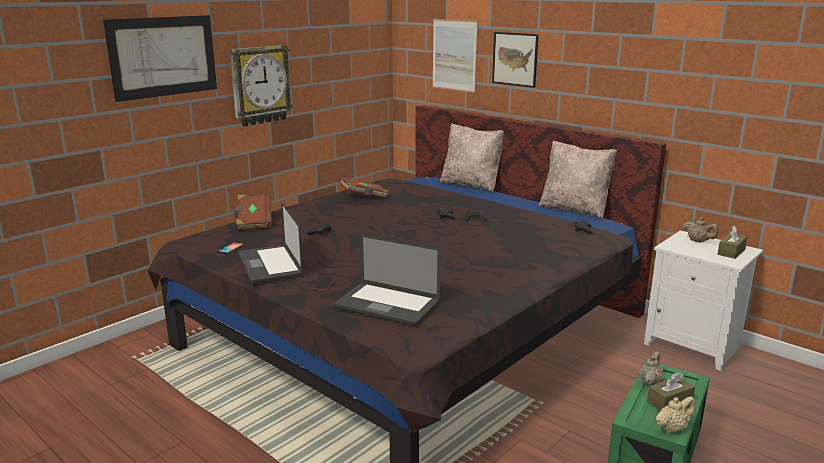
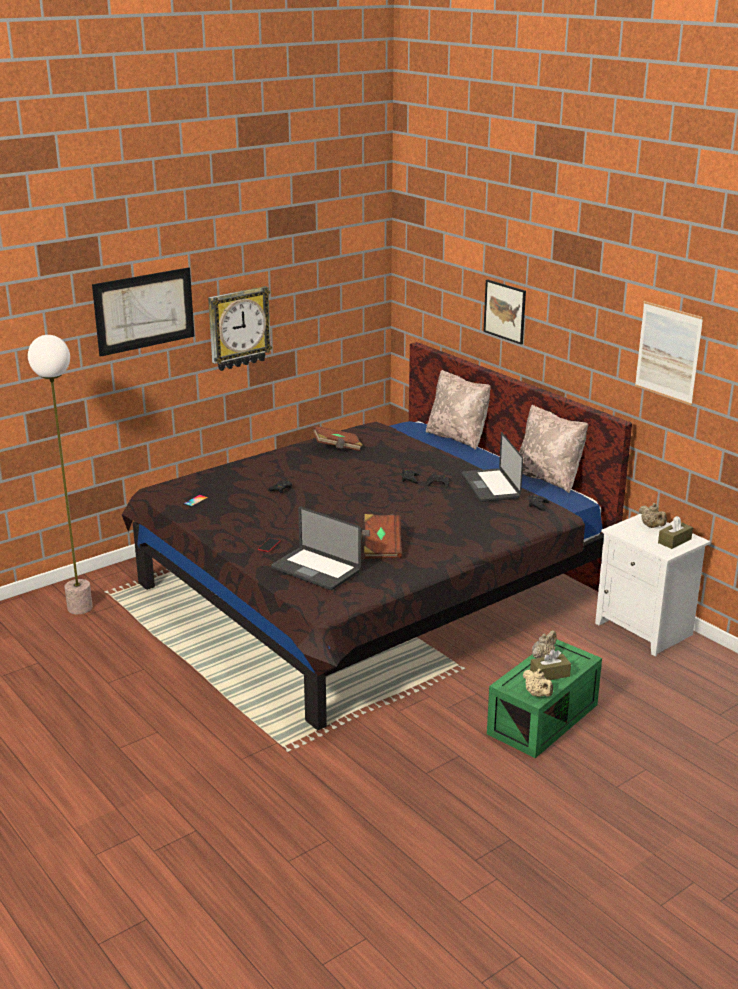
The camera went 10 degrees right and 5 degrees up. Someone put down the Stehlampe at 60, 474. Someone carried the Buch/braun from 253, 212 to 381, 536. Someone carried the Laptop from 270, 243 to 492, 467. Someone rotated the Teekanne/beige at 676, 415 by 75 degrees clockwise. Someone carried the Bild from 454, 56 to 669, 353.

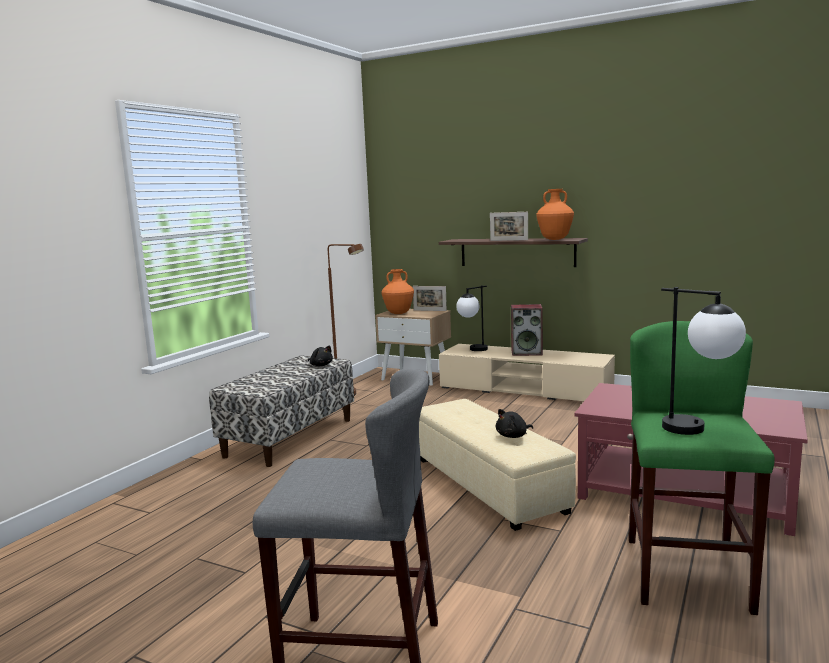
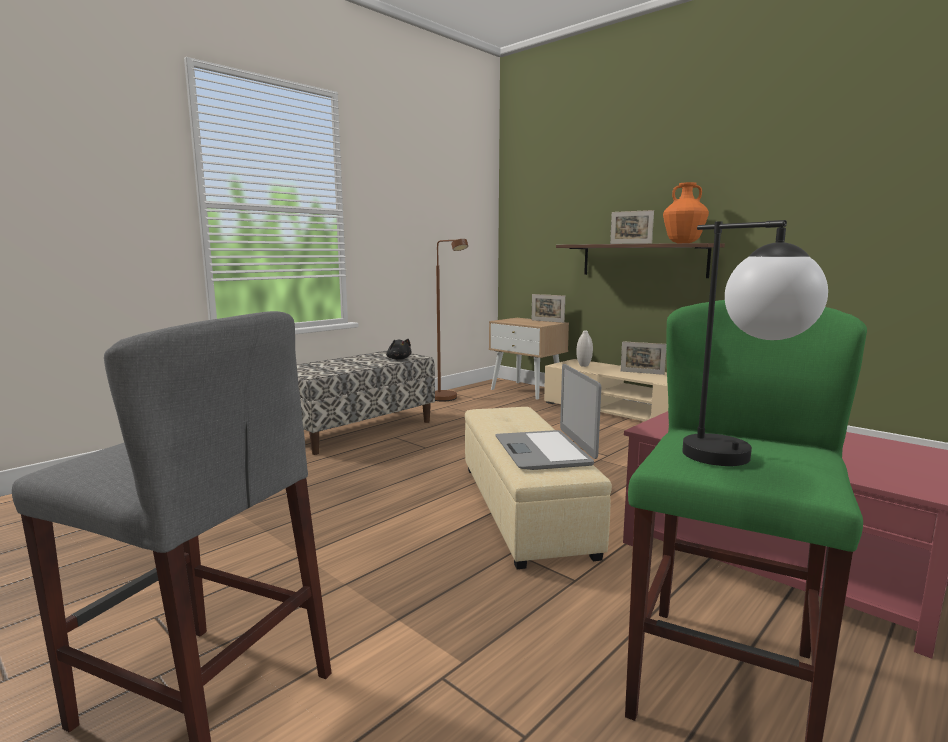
The camera went 15 degrees right and 0 degrees up. Someone swapped the Plüschtier/schwarz at 514, 423 for the Laptop at 548, 417. Someone swapped the Tischlampe at 472, 318 for the Vase/weiß at 584, 349. Someone swapped the Lautsprecher at 527, 330 for the Bilderrahmen at 643, 358. Someone took away the Vase/orange at 397, 291.

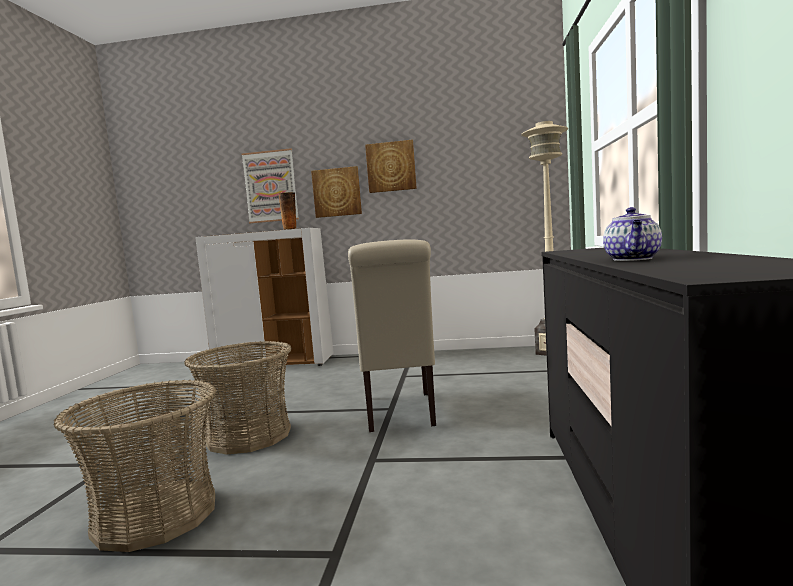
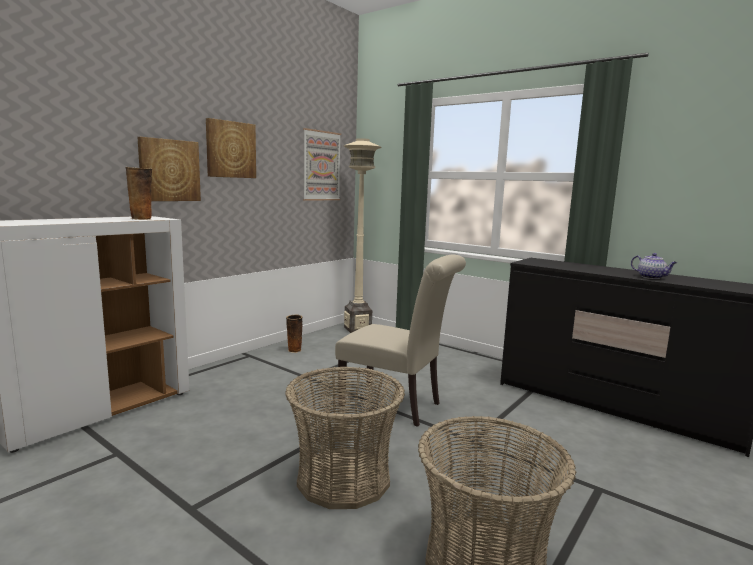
The camera went 60 degrees left and 5 degrees up. Someone put down the Vase at 294, 334. Someone carried the Bild from 270, 185 to 322, 164.

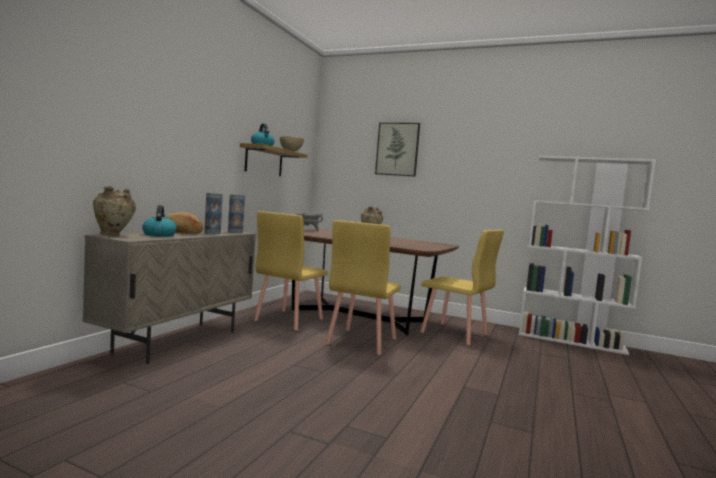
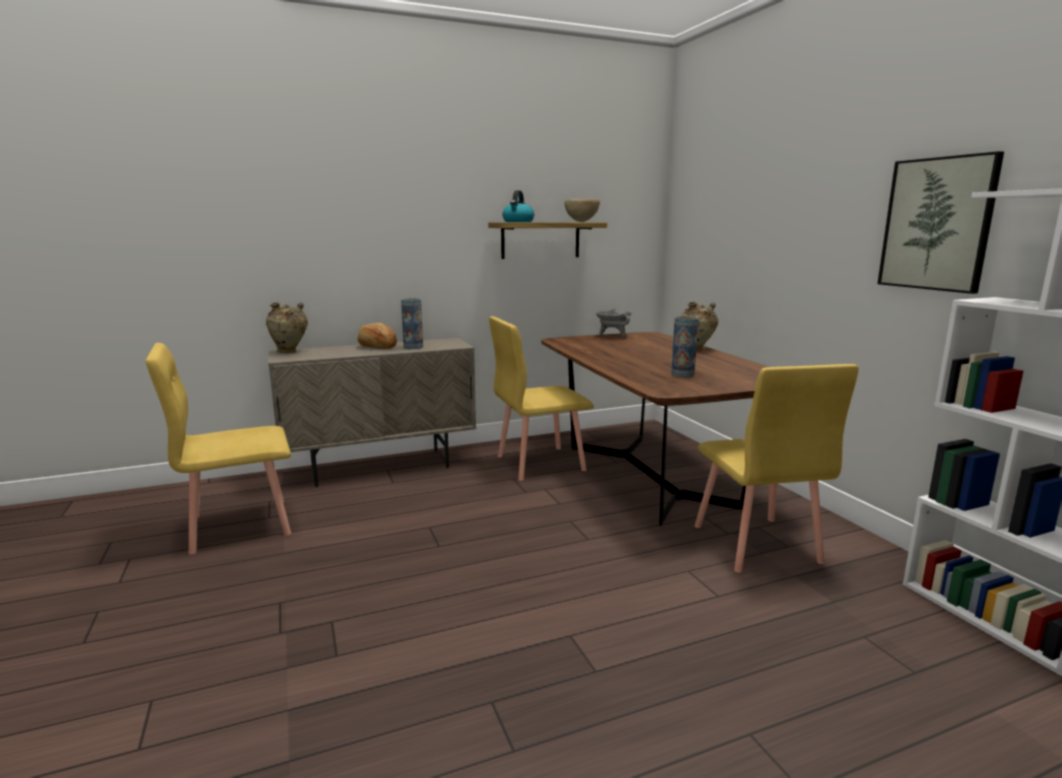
The camera went 45 degrees right and 10 degrees up. Someone carried the Stuhl/gelb from 363, 287 to 218, 449. Someone carried the Vase from 236, 213 to 685, 346. Someone carried the Bild from 397, 149 to 941, 222. Someone took away the Wasserkessel at 159, 221.

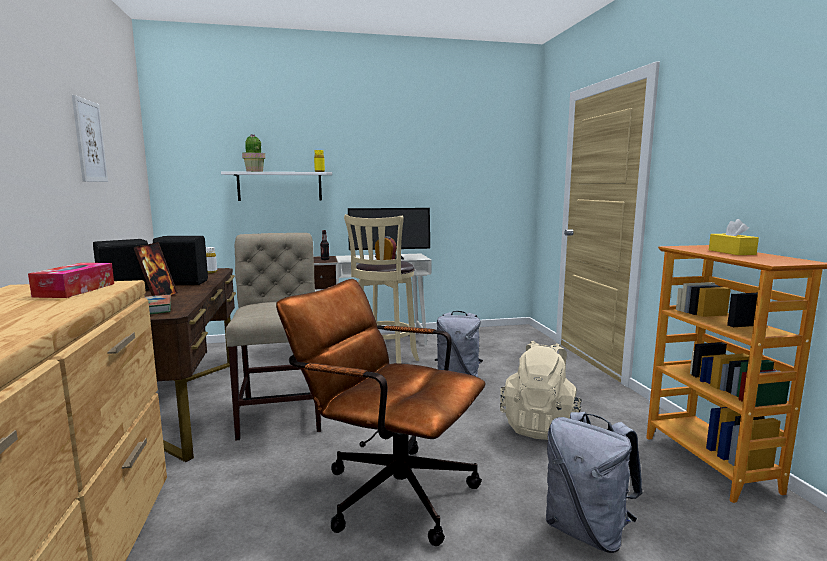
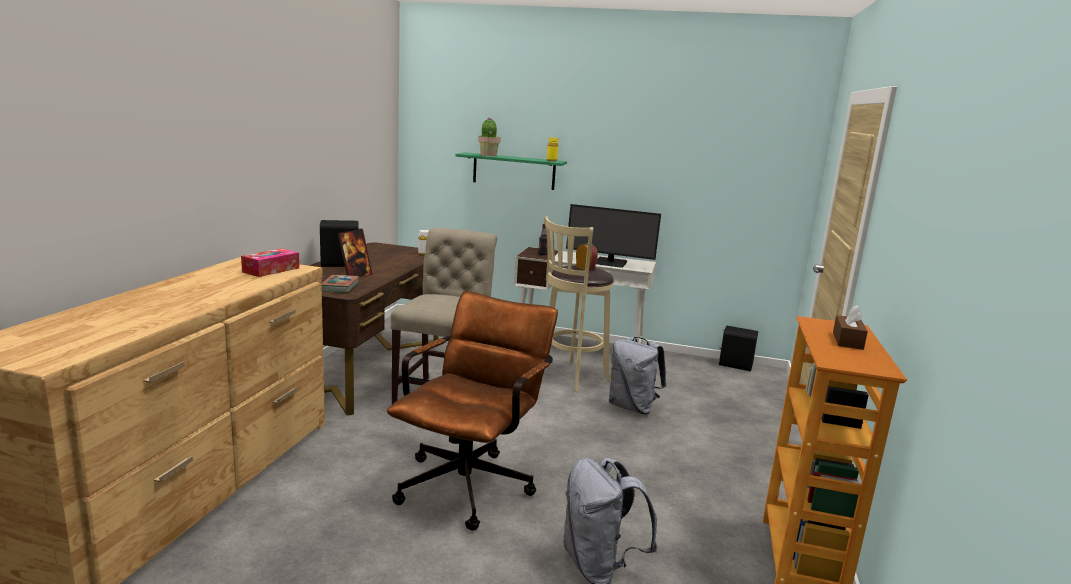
The camera went 25 degrees right and 5 degrees up. Someone rotated the Bürostuhl/braun at 381, 412 by 60 degrees clockwise. Someone repainted the Wandregal/weiß at 276, 186, which became the Wandregal/grün at 511, 171. Someone carried the Lautsprecher/schwarz from 180, 260 to 738, 348. Someone repainted the Taschentuchbox/gelb at 734, 237, which became the Taschentuchbox/braun at 850, 327. Someone took away the Bild at 90, 138. Someone took away the Rucksack/beige at 541, 390.

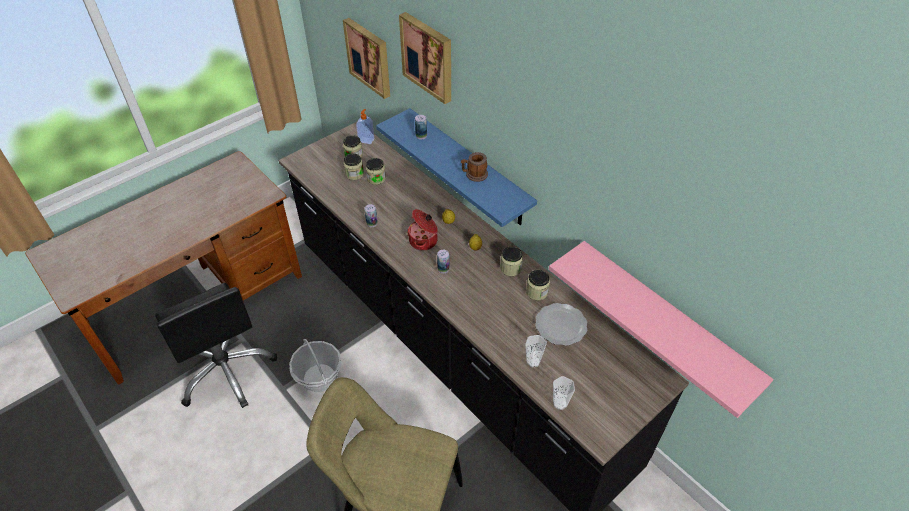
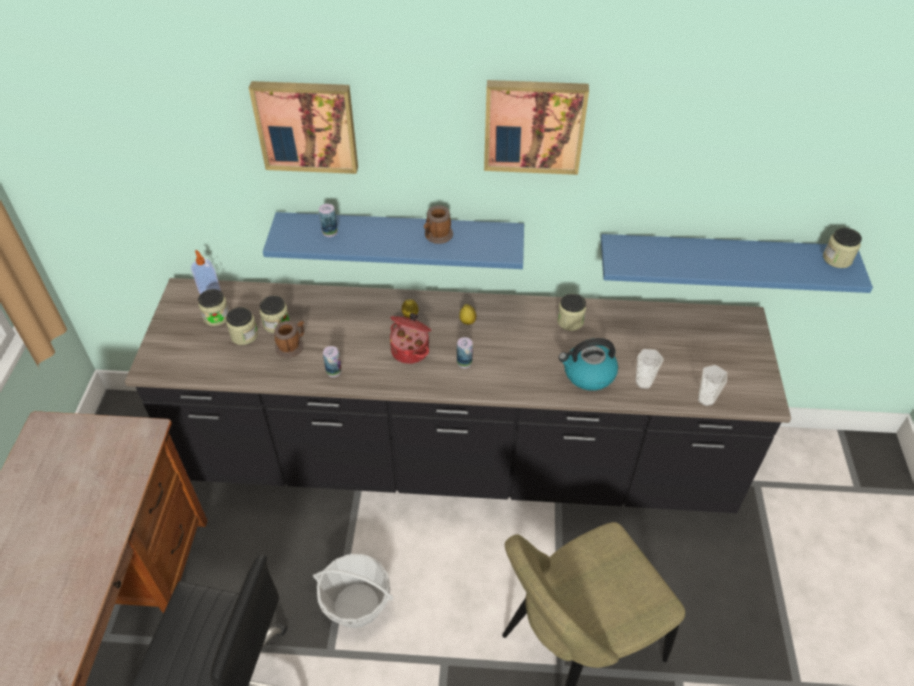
The camera went 45 degrees left and 0 degrees up. Someone put down the Henkelbecher at 289, 339. Someone carried the Bild from 366, 58 to 536, 127. Someone put down the Wasserkessel at 588, 364. Someone repainted the Wandregal/rosa at 661, 329, which became the Wandregal/blau at 737, 263. Someone carried the Vorratsglas from 511, 261 to 842, 248. Someone took away the Teller at 561, 324.

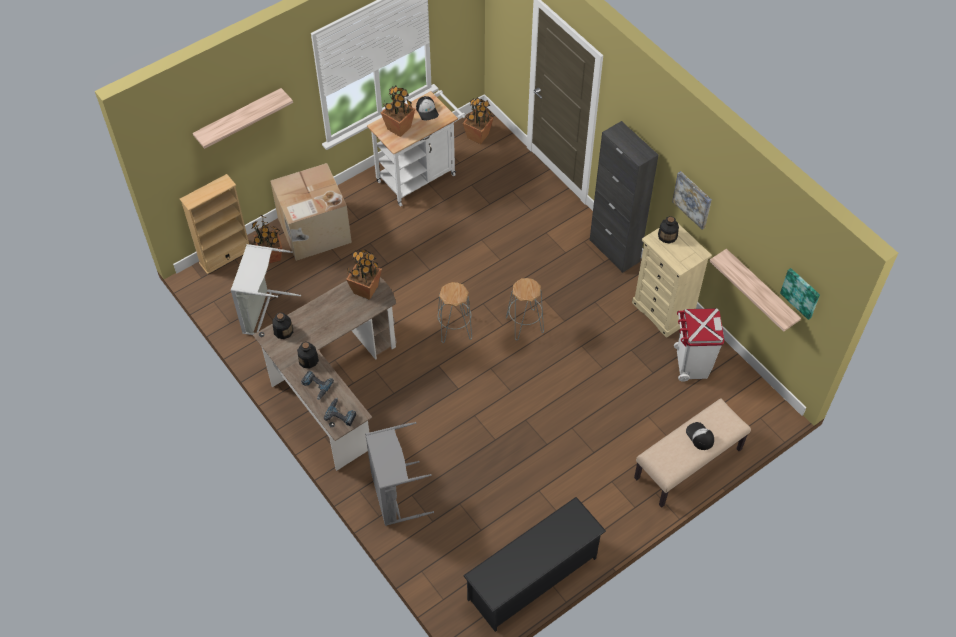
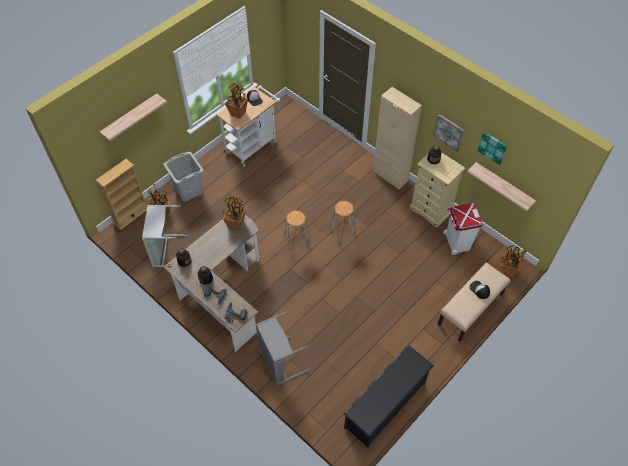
The camera went 10 degrees left and 0 degrees up. Someone swapped the Karton at 311, 212 for the Wäschekorb/grau at 183, 177. Someone repainted the Schrank/schwarz at 624, 197, which became the Schrank/beige at 397, 138. Someone carried the Bild from 800, 294 to 492, 148. Someone carried the Topfpflanze from 478, 120 to 514, 261.

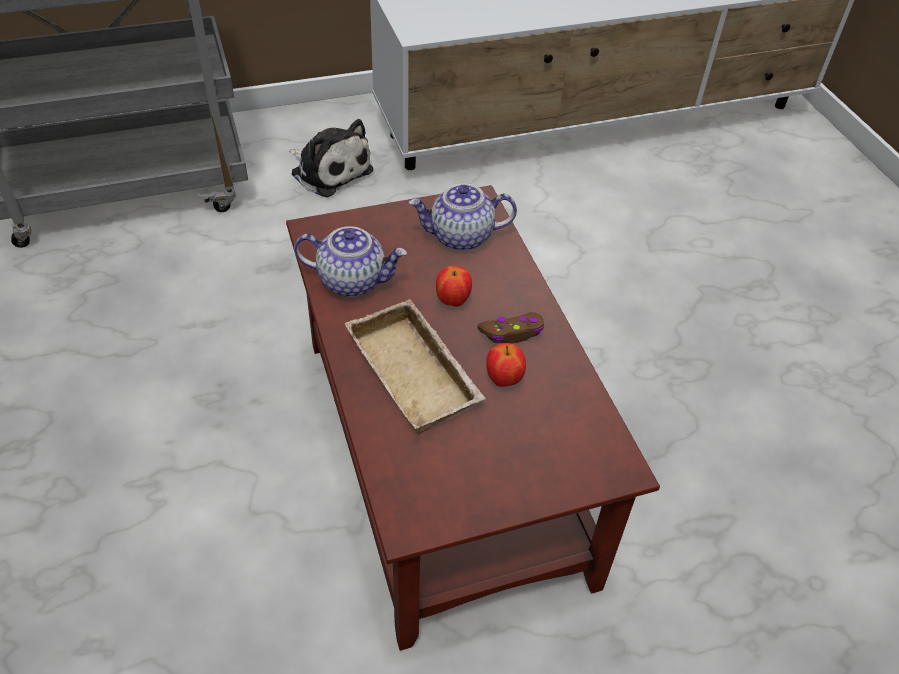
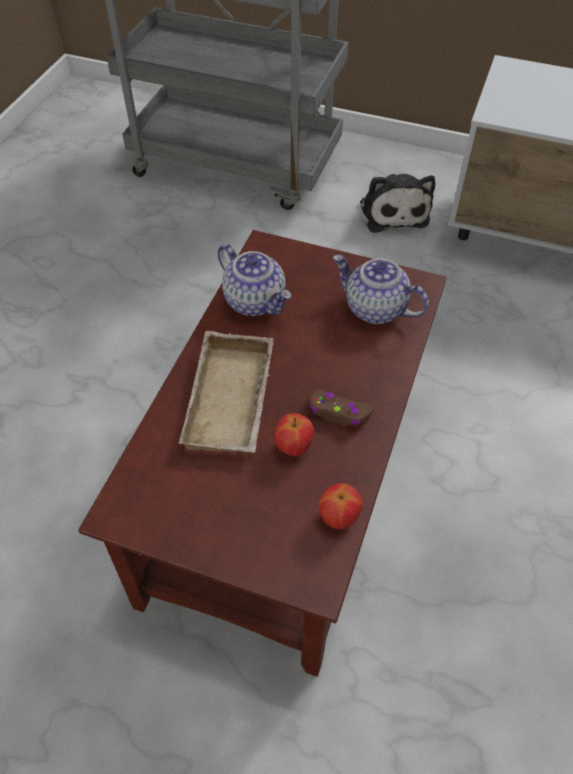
The camera went 40 degrees right and 5 degrees up. Someone carried the Apfel from 454, 286 to 340, 506.

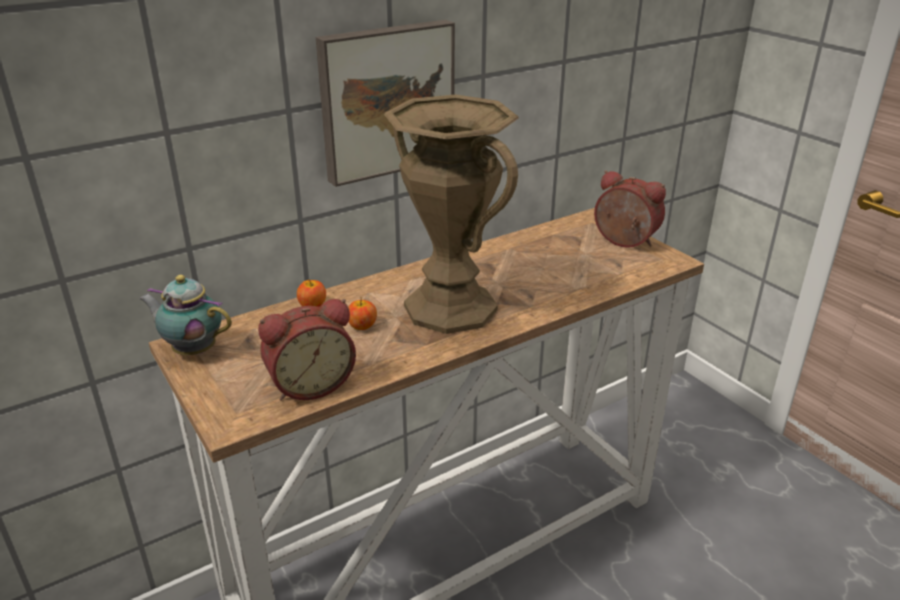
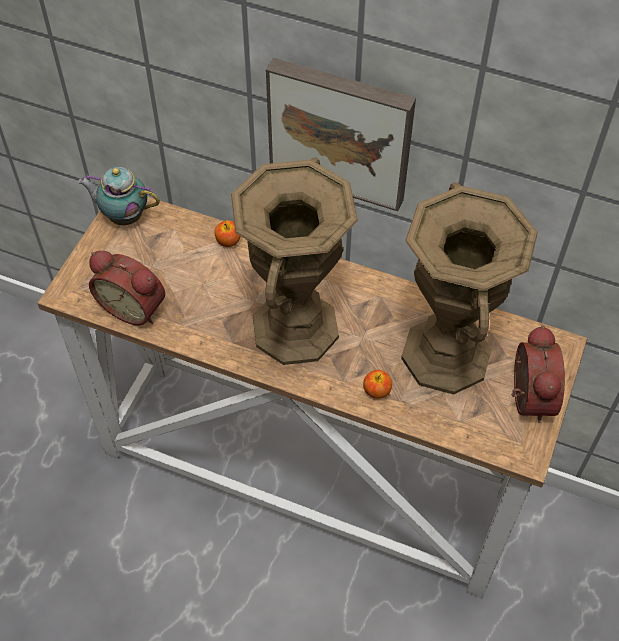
The camera went 55 degrees right and 25 degrees up. Someone rotated the Teekanne at 185, 315 by 60 degrees counterclockwise. Someone carried the Apfel from 362, 313 to 377, 384. Someone put down the Vase/braun at 469, 288.

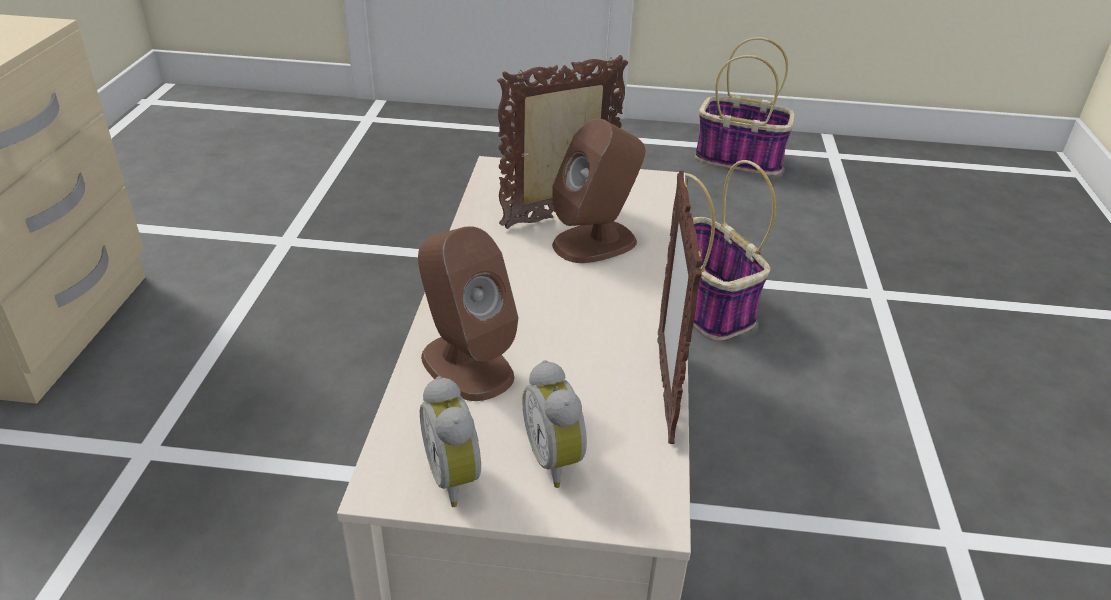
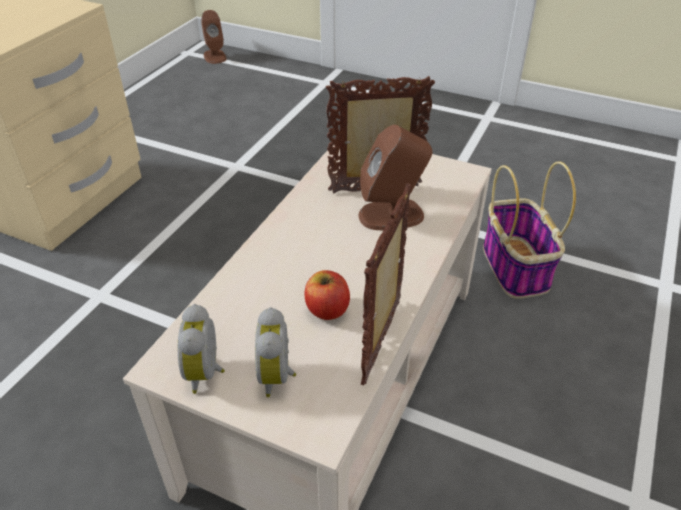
The camera went 20 degrees right and 5 degrees up. Someone carried the Lautsprecher/braun from 468, 313 to 214, 37. Someone put down the Apfel at 327, 295. Someone took away the Korb at 745, 106.

